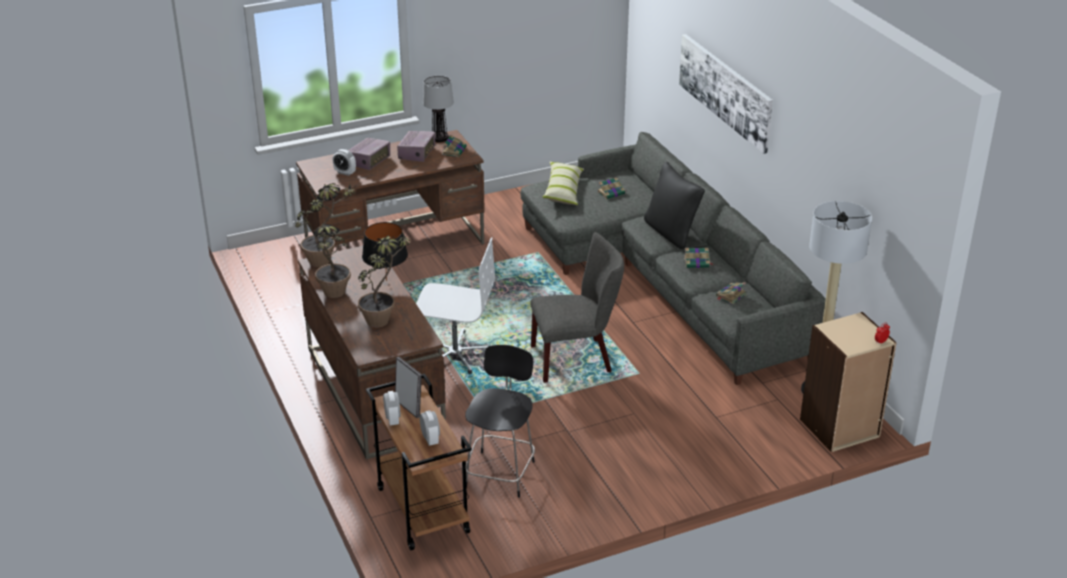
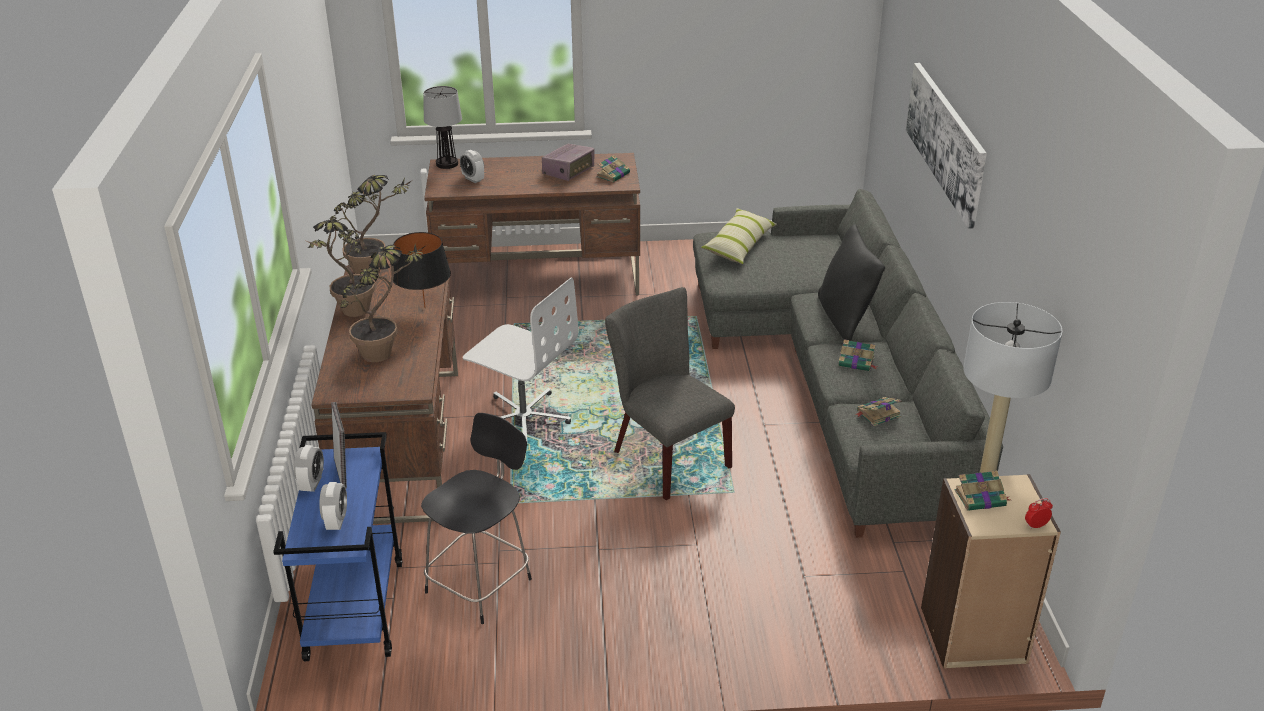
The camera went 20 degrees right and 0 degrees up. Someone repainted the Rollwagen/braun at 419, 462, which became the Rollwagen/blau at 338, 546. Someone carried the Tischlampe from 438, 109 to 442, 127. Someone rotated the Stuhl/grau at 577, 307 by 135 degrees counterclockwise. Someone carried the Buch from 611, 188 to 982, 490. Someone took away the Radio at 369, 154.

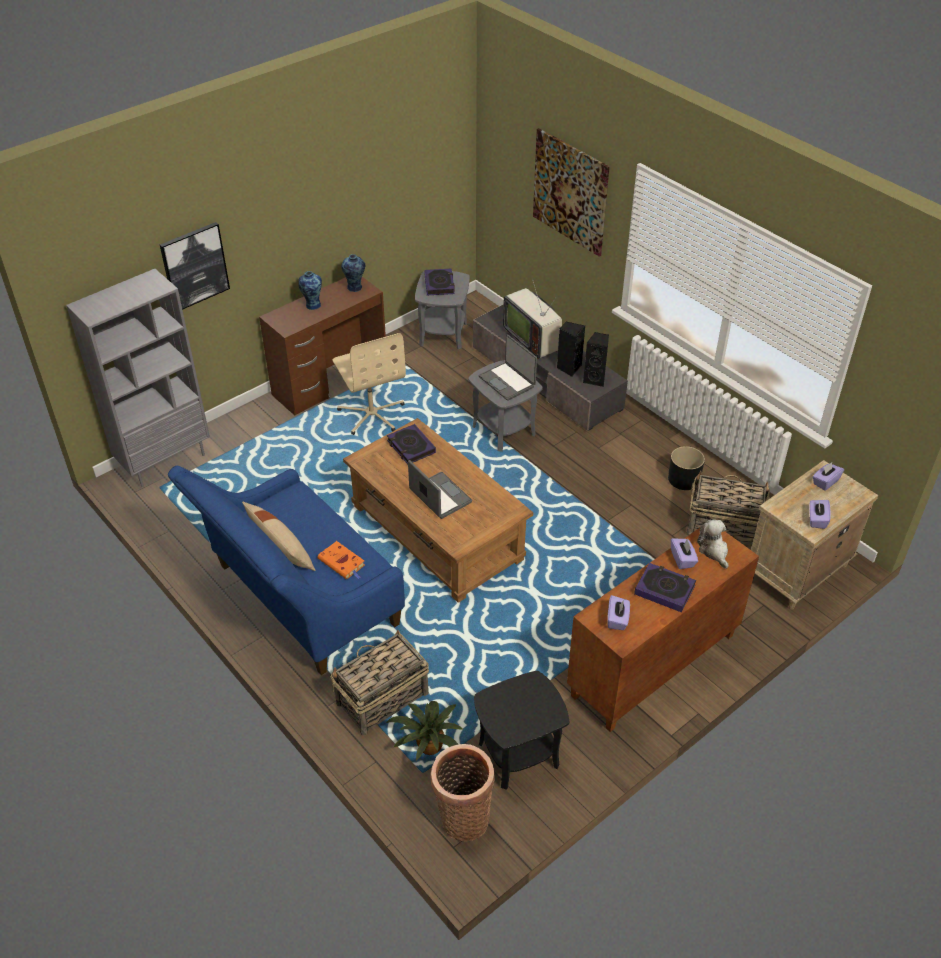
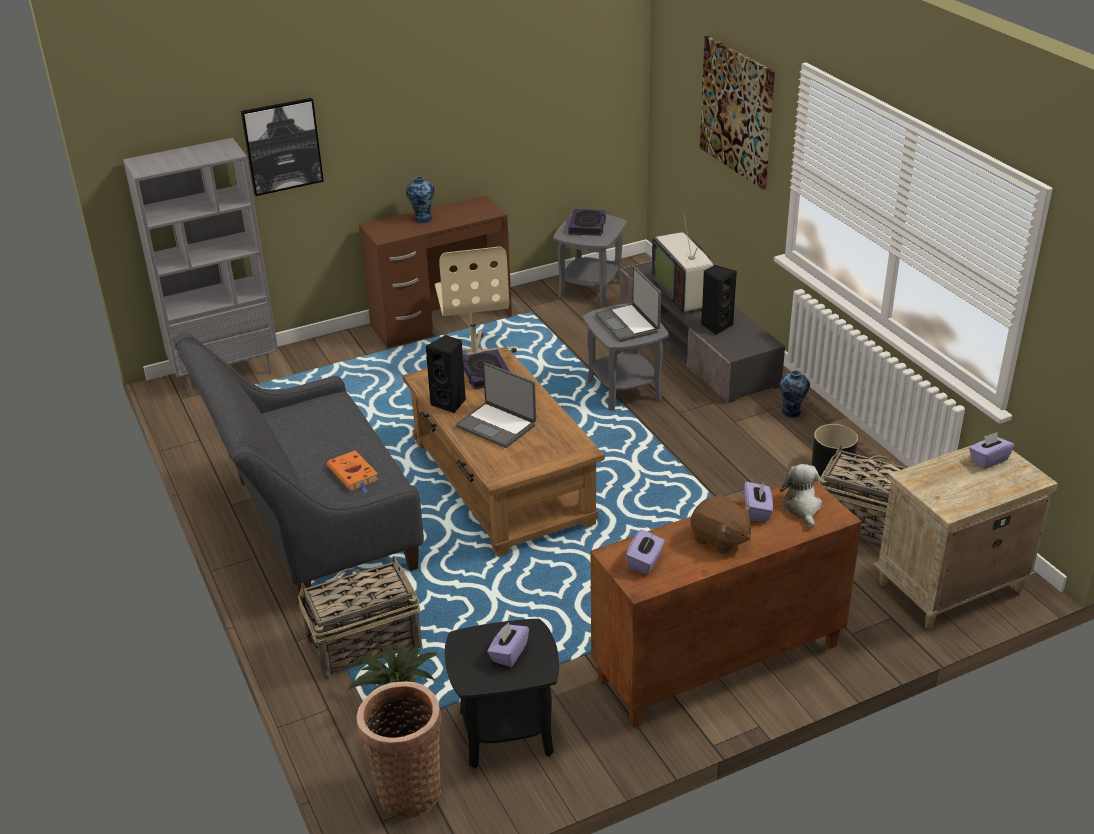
The camera went 15 degrees right and 10 degrees down. Someone repainted the Sofa/blau at 286, 570, which became the Sofa/grau at 298, 463. Someone carried the Lautsprecher/schwarz from 596, 359 to 445, 374. Someone rotated the Laptop at 440, 489 by 150 degrees clockwise. Someone carried the Taschentuchbox/lila from 819, 514 to 508, 644. Someone swapped the Buch at 665, 587 for the Plüschtier/braun at 720, 525. Someone carried the Vase from 353, 273 to 794, 394. Someone took away the Kissen/beige at 279, 536.

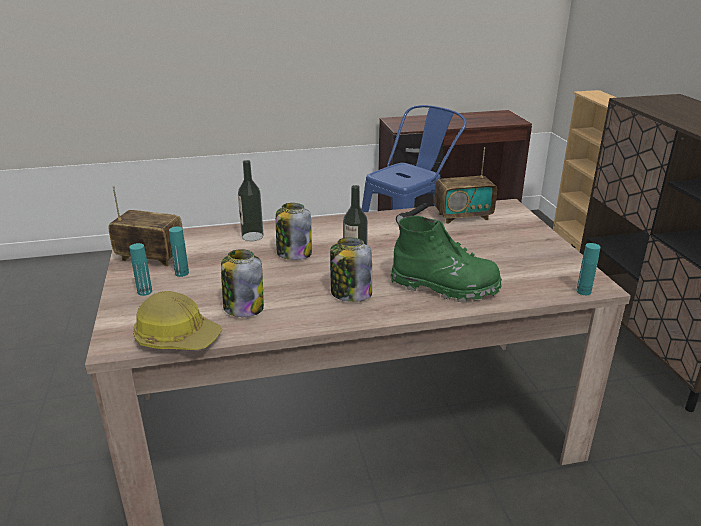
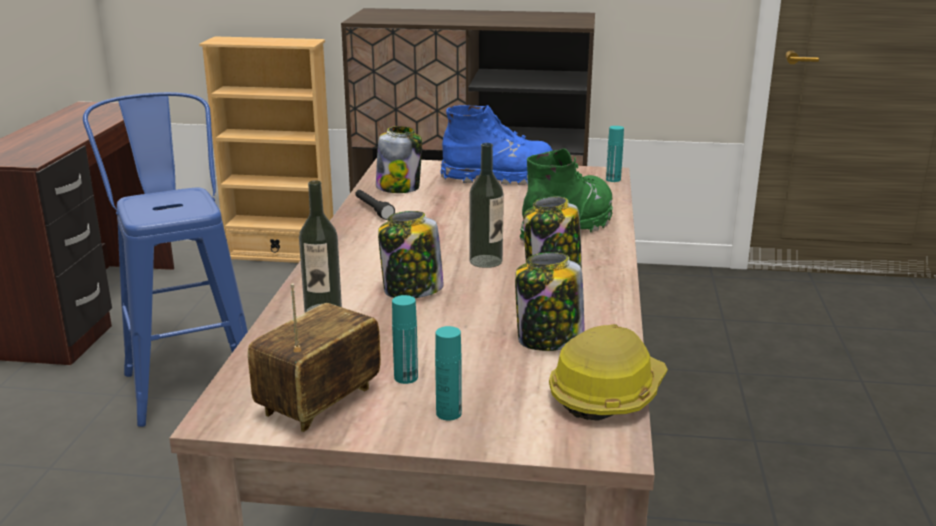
The camera went 70 degrees left and 5 degrees down. Someone swapped the Radio at 465, 185 for the Vorratsglas at 399, 159. Someone put down the Stiefel/blau at 496, 145.

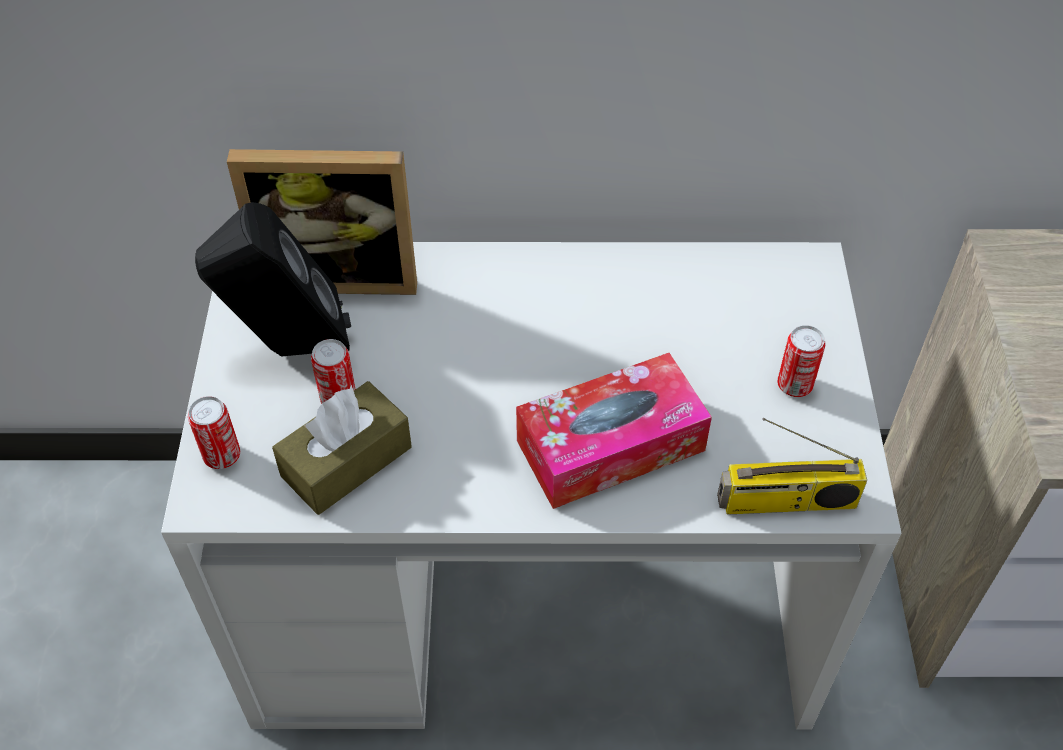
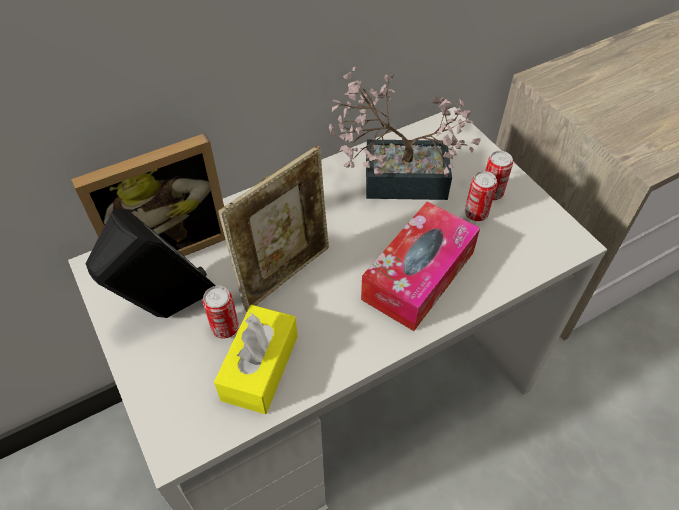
The camera went 30 degrees left and 0 degrees up. Someone repainted the Taschentuchbox/braun at 342, 448, which became the Taschentuchbox/gelb at 256, 359. Someone put down the Bilderrahmen at 273, 228. Someone put down the Topfpflanze at 405, 133. Someone carried the Dose from 214, 432 to 481, 196. Someone took away the Radio at 792, 466.

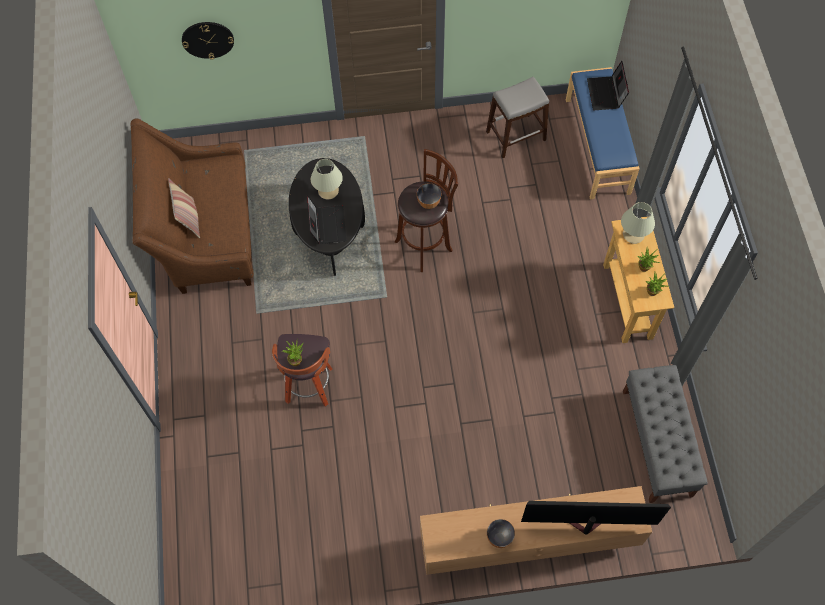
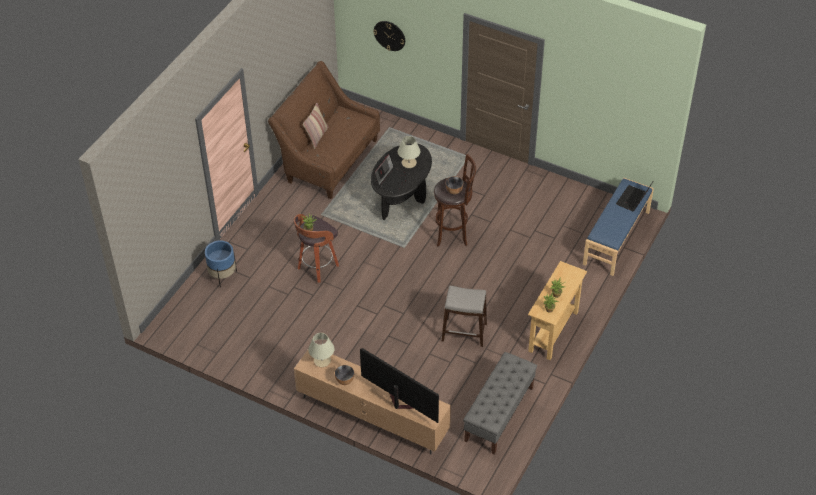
The camera went 35 degrees right and 15 degrees down. Someone put down the Pflanzkübel/blau at 221, 263. Someone carried the Tischlampe/beige from 638, 223 to 321, 350. Someone carried the Hocker/grau from 517, 117 to 464, 316.

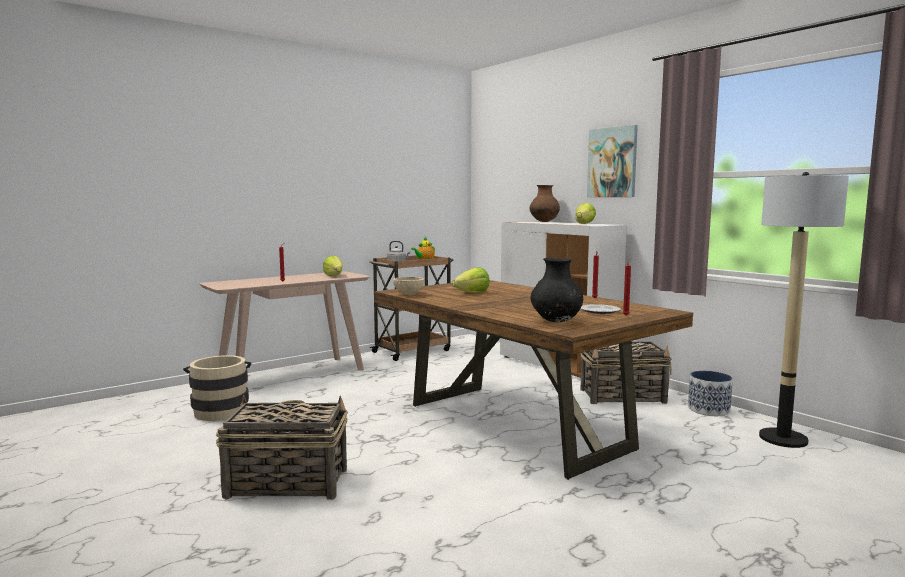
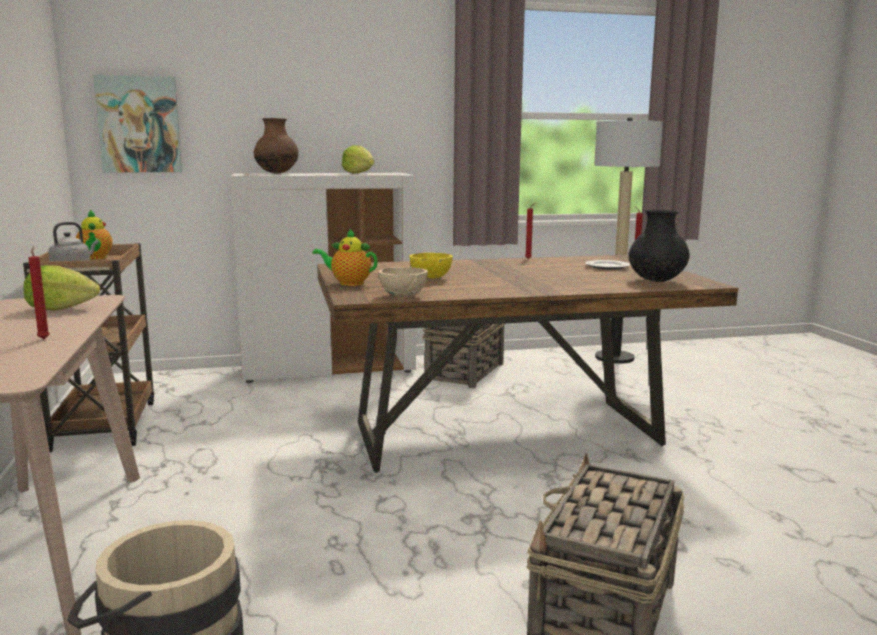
The camera went 65 degrees left and 5 degrees up. Someone carried the Bild from 612, 161 to 137, 124. Someone put down the Teekanne at 345, 257. Someone swapped the Salatkopf at 471, 280 for the Schüssel/gelb at 431, 266. Someone took away the Pflanzkübel at 710, 393.

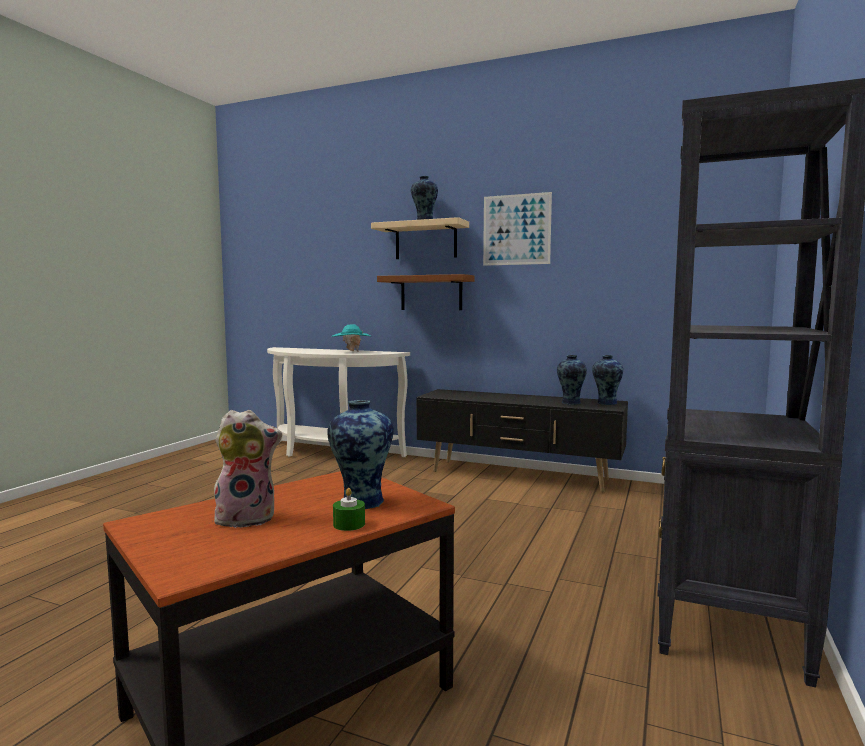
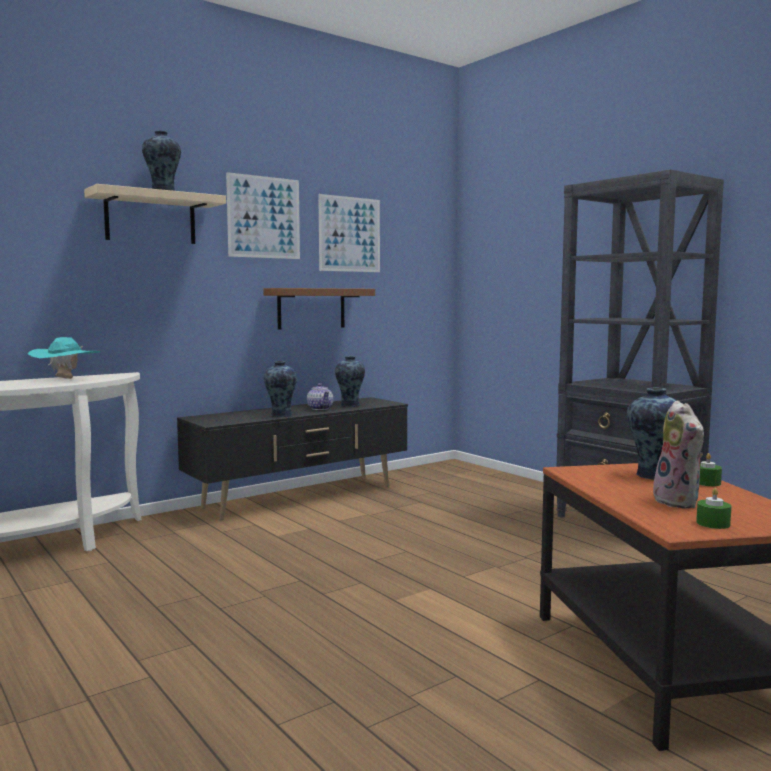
The camera went 60 degrees left and 0 degrees up. Someone carried the Wandregal/braun from 426, 292 to 319, 308. Someone carried the Vase from 607, 380 to 280, 389. Someone put down the Teekanne at 320, 396. Someone put up the Bild at 349, 233. Someone rotated the Plüschtier at 248, 469 by 150 degrees clockwise. Someone put down the Kerze/grün at 714, 508.

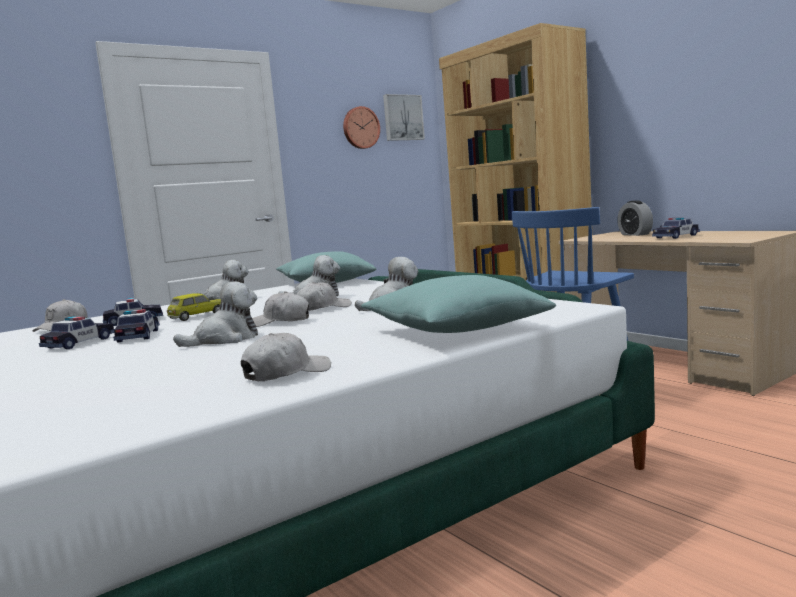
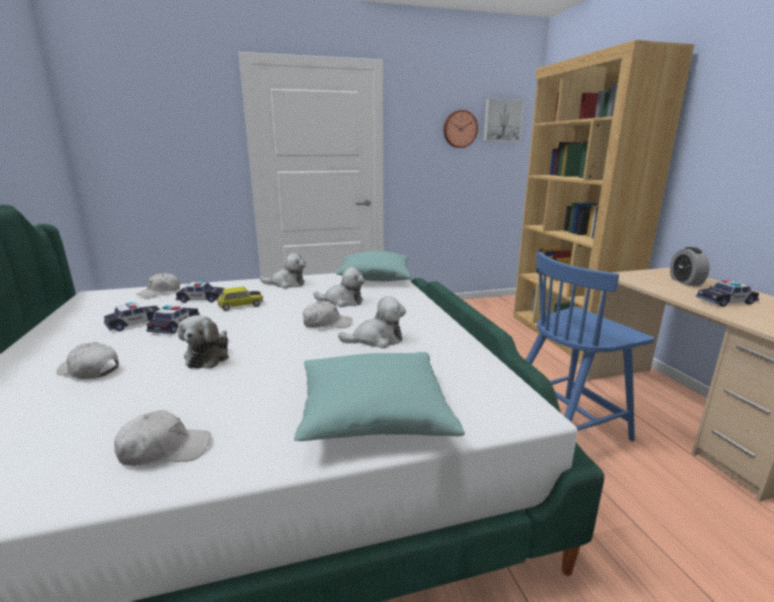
The camera went 20 degrees right and 10 degrees up. Someone carried the Kappe/weiß from 280, 309 to 87, 360. Someone rotated the Plüschtier at 215, 314 by 105 degrees clockwise.

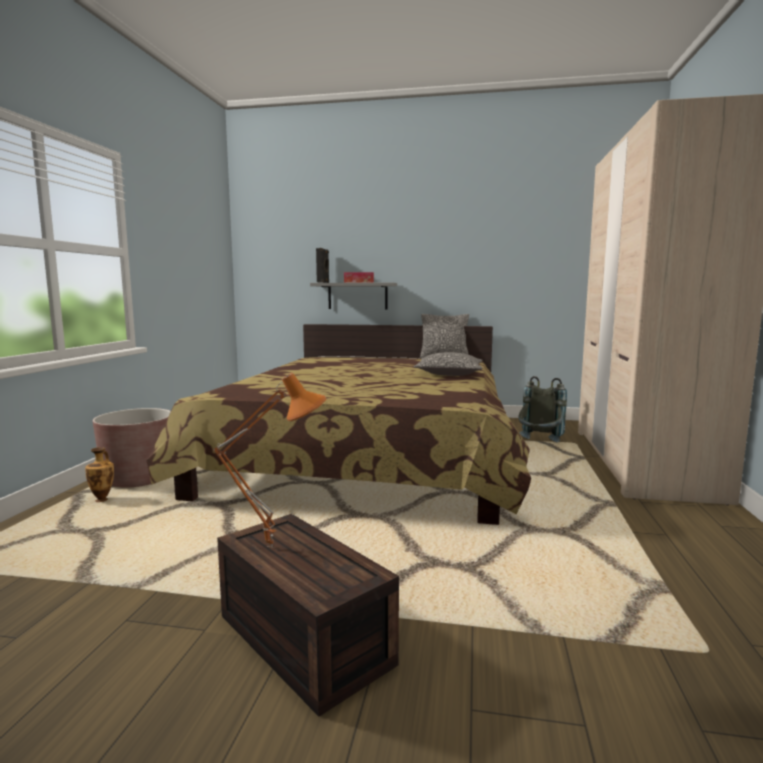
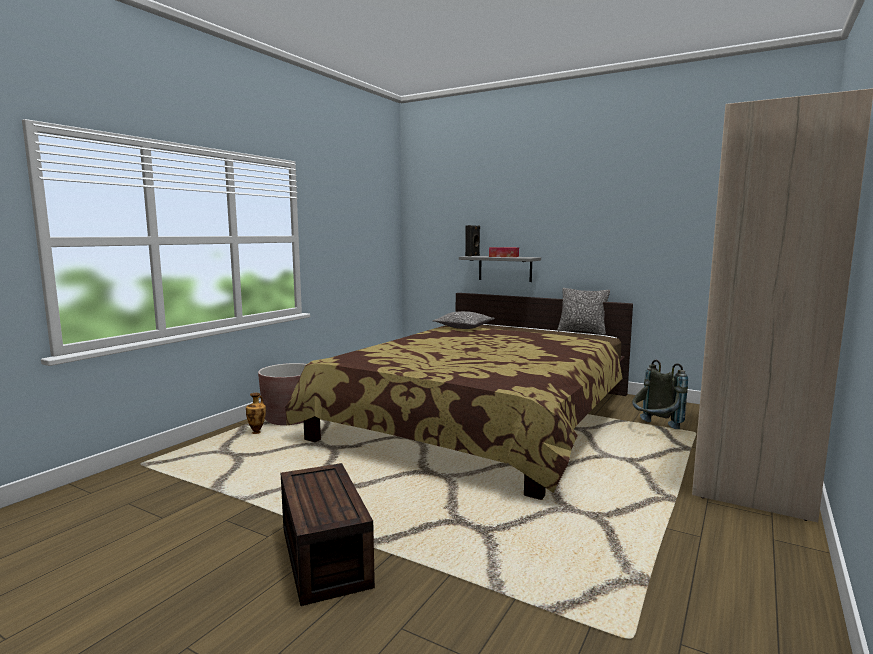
The camera went 20 degrees right and 0 degrees up. Someone carried the Kissen from 448, 364 to 464, 320. Someone took away the Tischlampe/orange at 269, 460.

